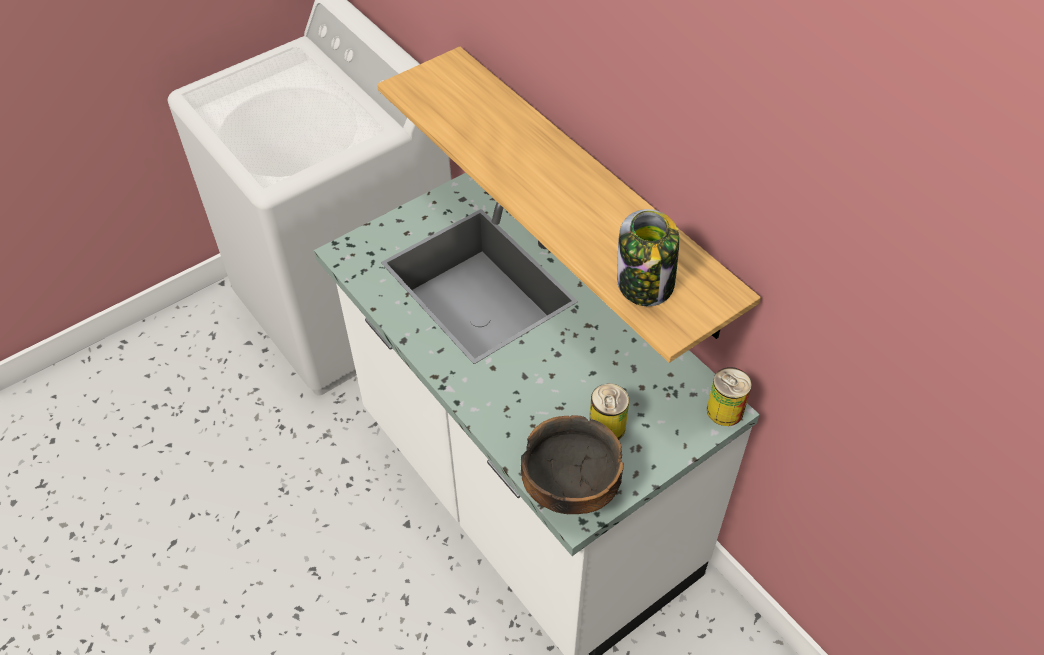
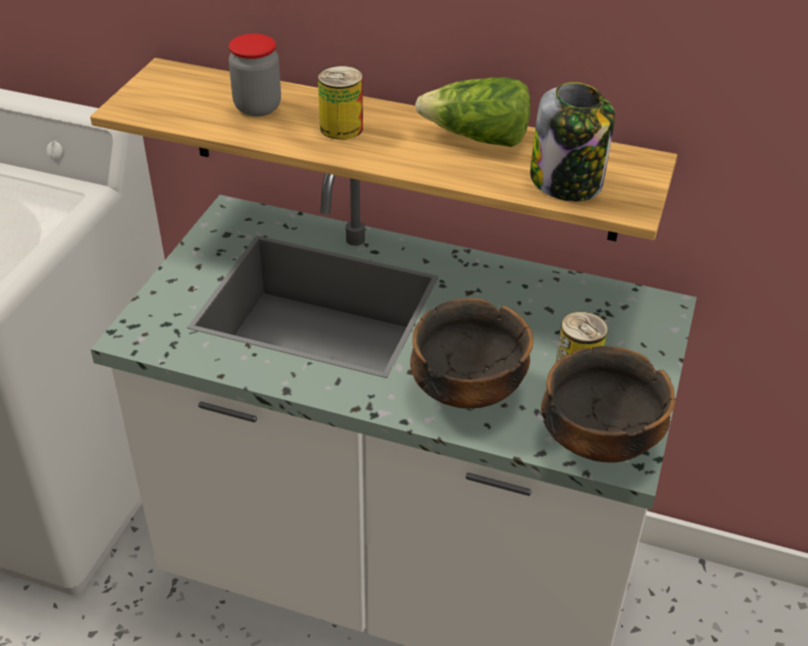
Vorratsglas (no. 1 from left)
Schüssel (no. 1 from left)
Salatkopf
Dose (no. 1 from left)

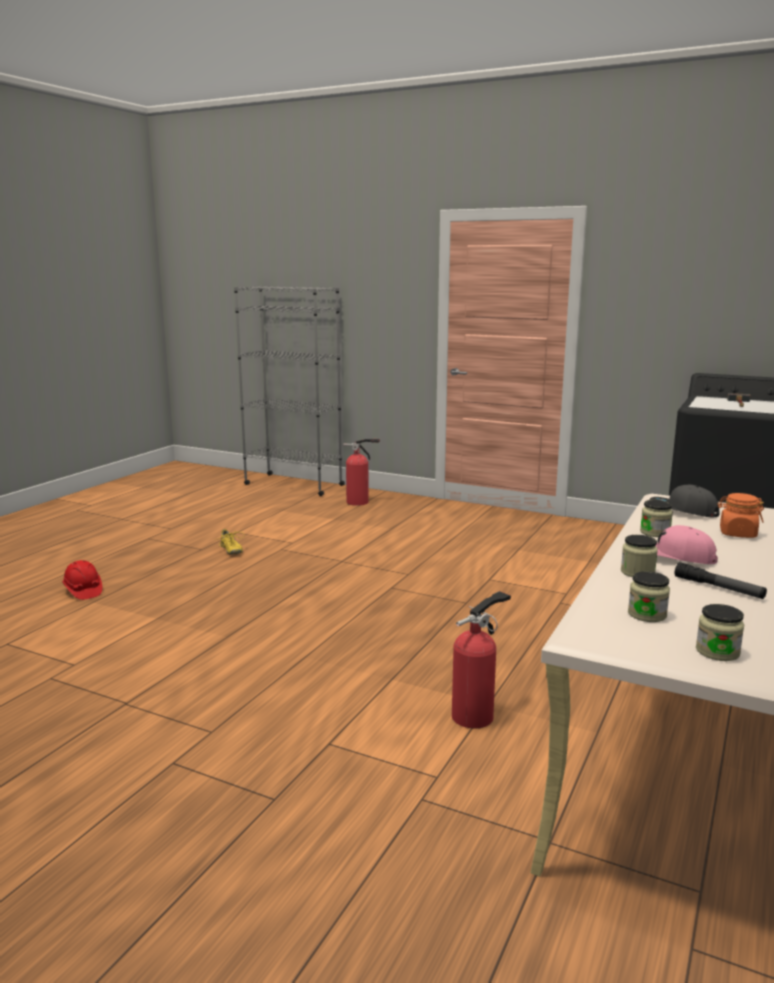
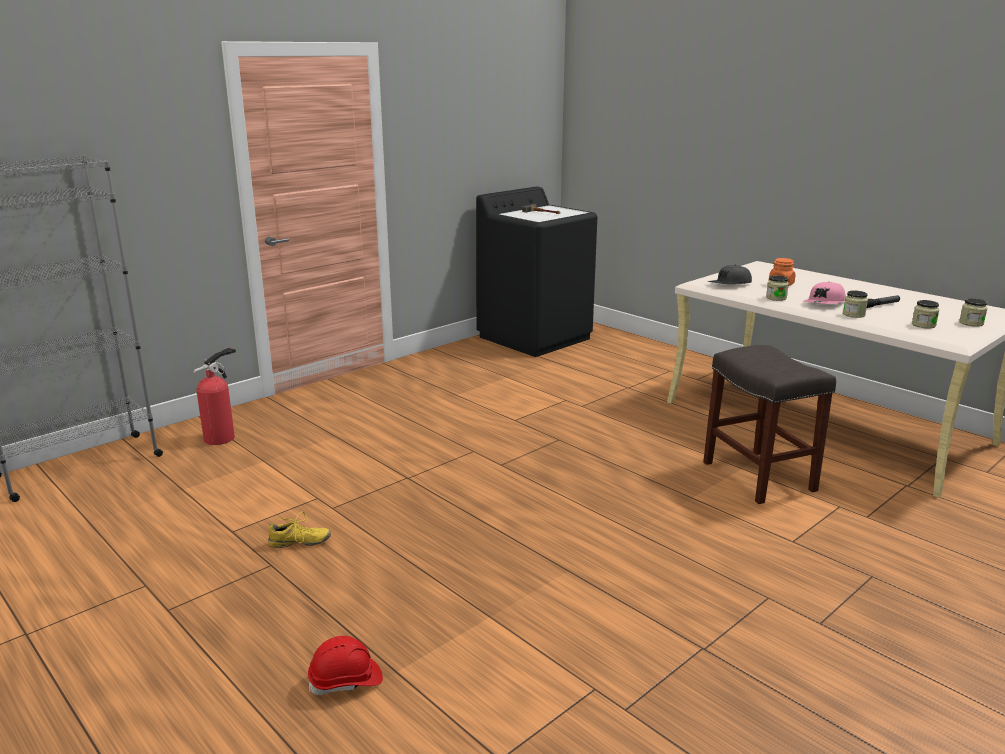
Hocker (grau)

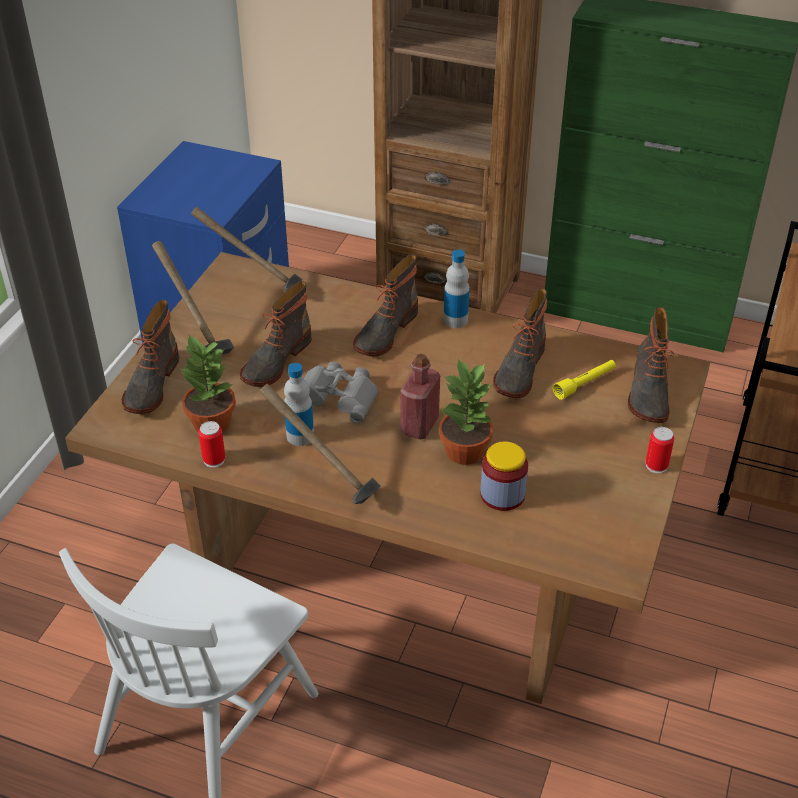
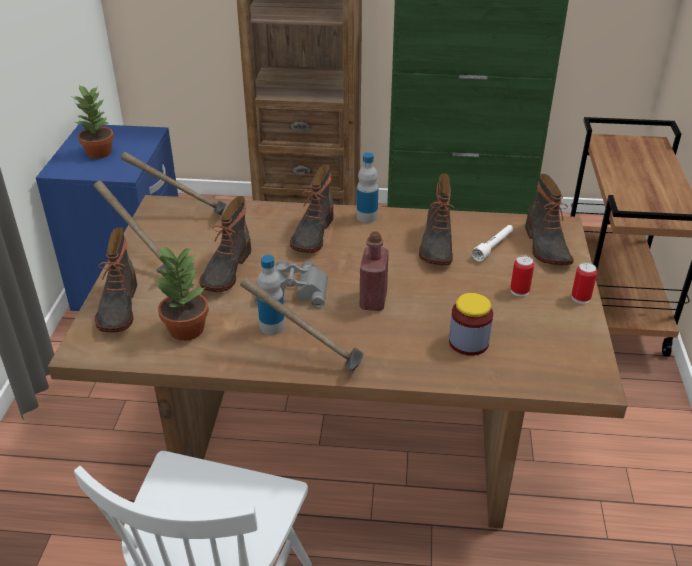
Dose (no. 1 from left)
Topfpflanze (no. 1 from left)
Taschenlampe (weiß)

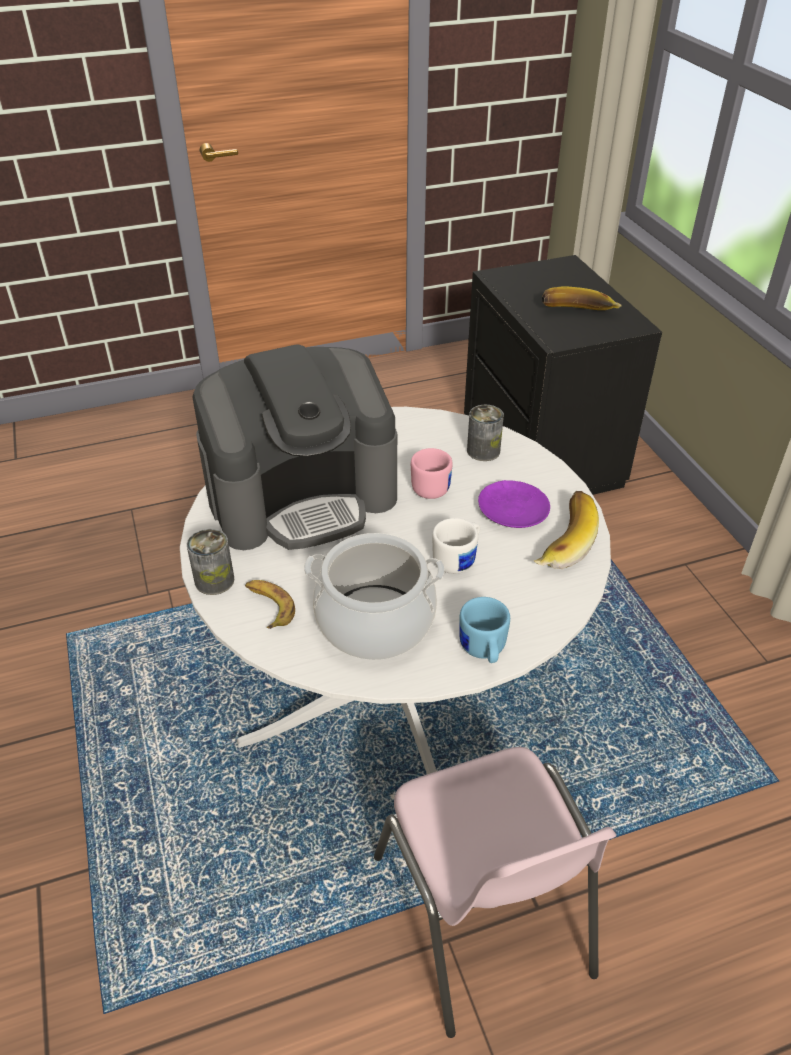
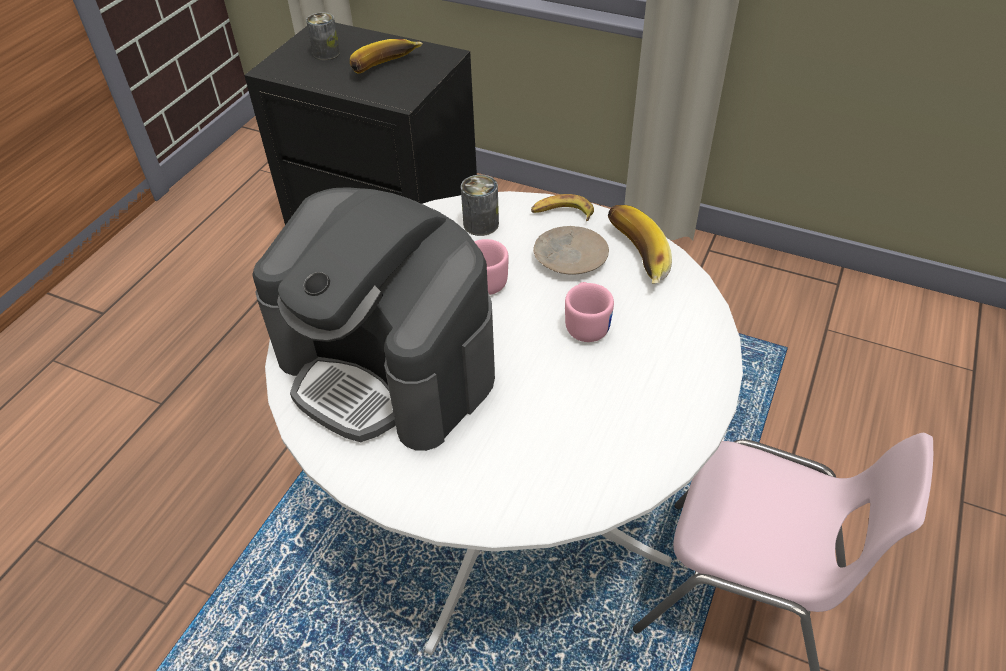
Kochtopf
Henkelbecher (blau)
Dose (no. 1 from left)
Banane (no. 2 from left)
Henkelbecher (rosa) (no. 2 from left)
Teller (beige)
Kaffeemaschine

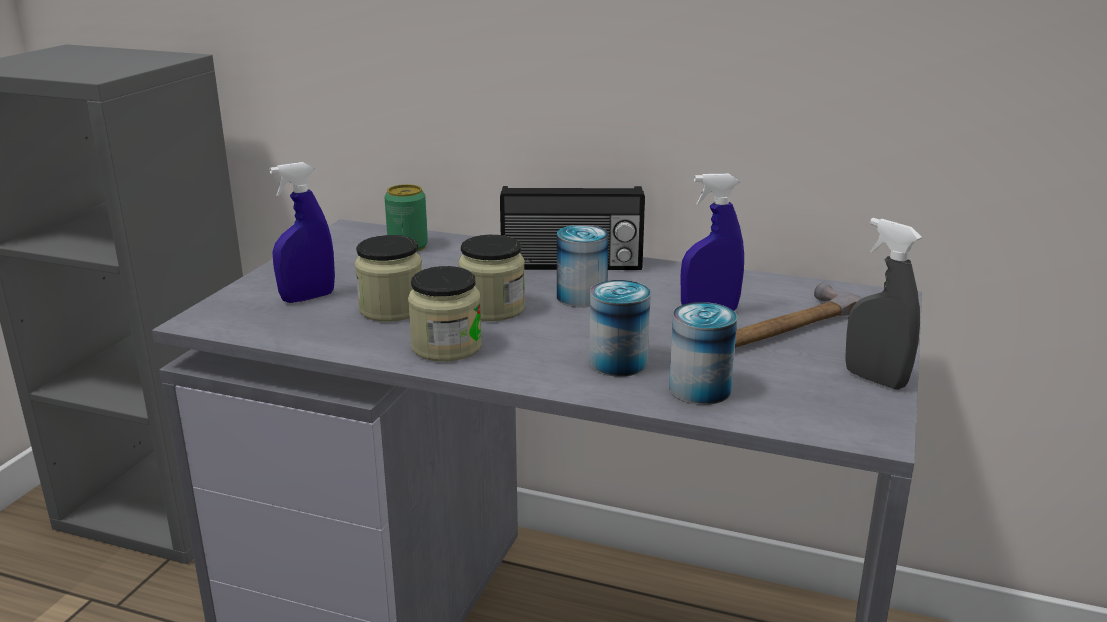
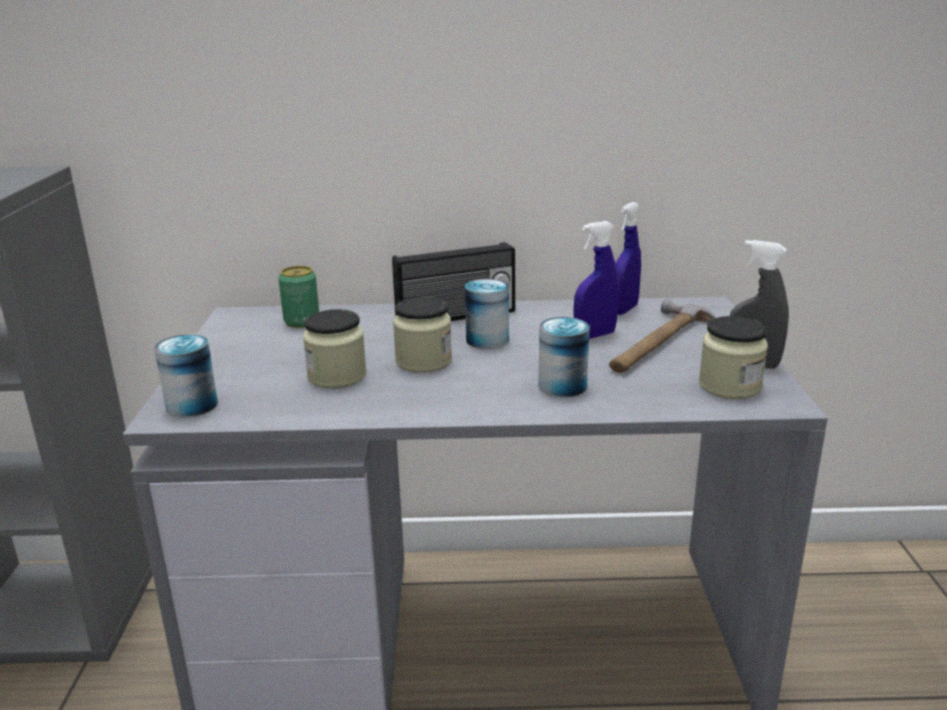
Sprühflasche (blau) (no. 2 from left)
Vorratsglas (no. 3 from left)
Dose (no. 1 from left)

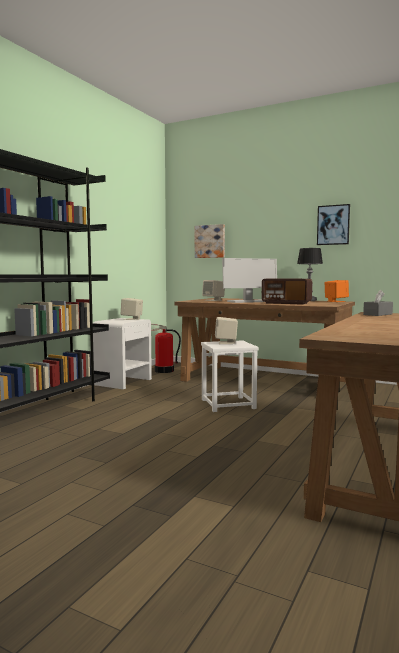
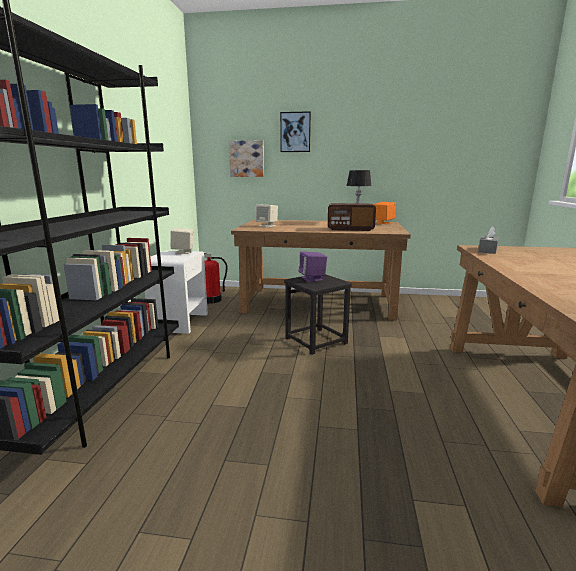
Monitor
Bild (no. 2 from left)
Hocker (schwarz)
Lautsprecher (lila)

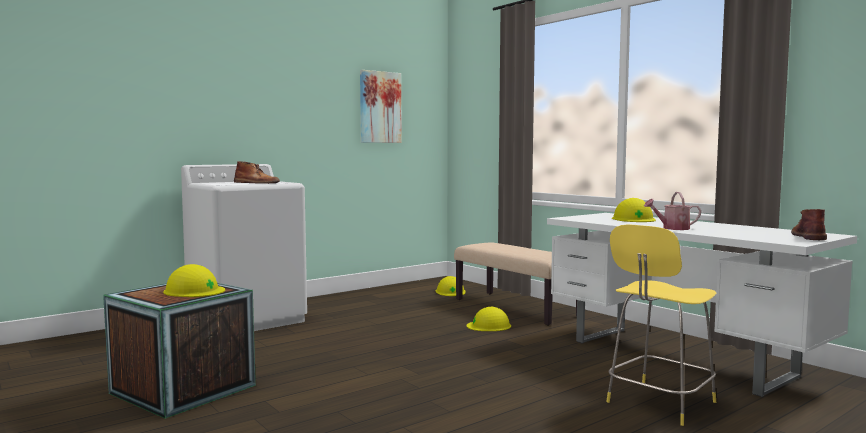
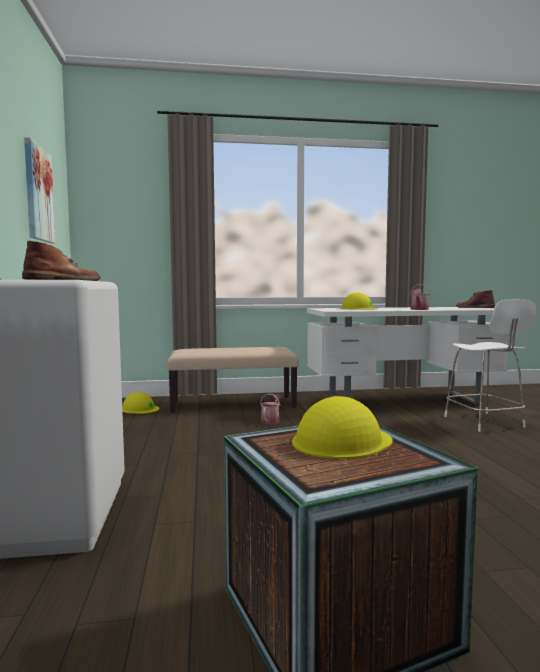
Gießkanne (no. 1 from left)
Hocker (weiß)

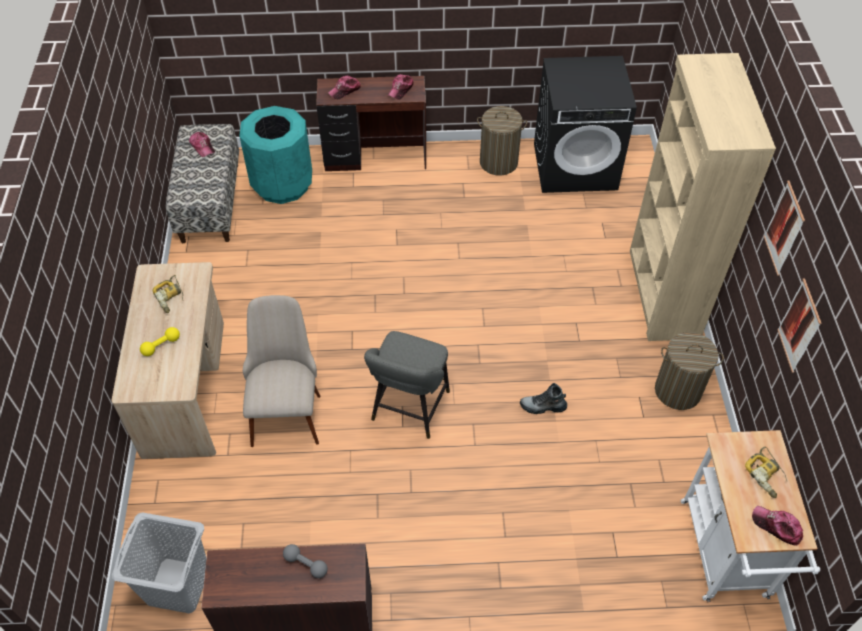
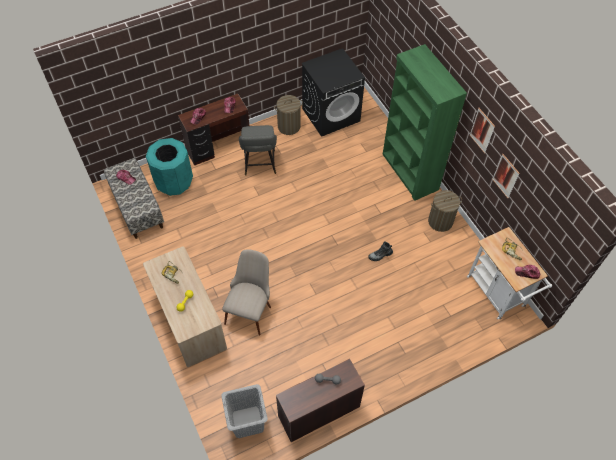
Hocker (grau)
Bücherregal (grün)
Stuhl (beige)

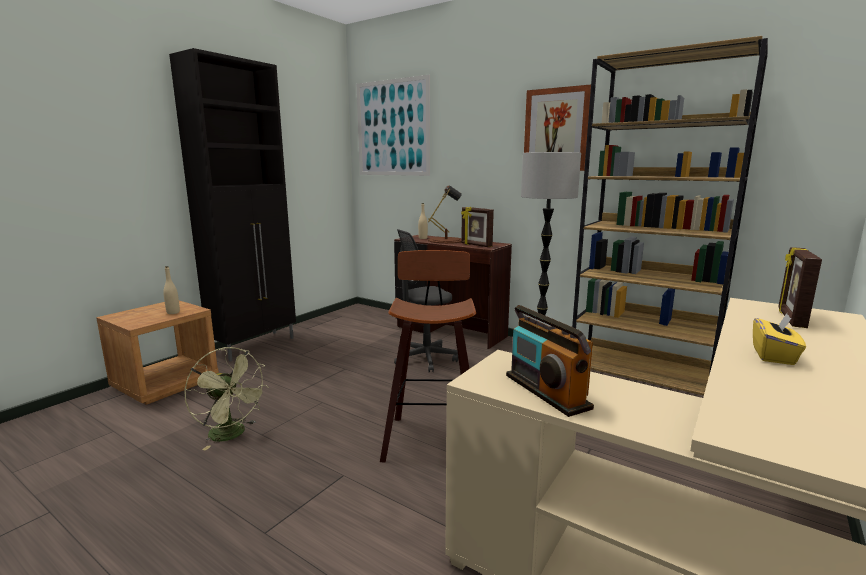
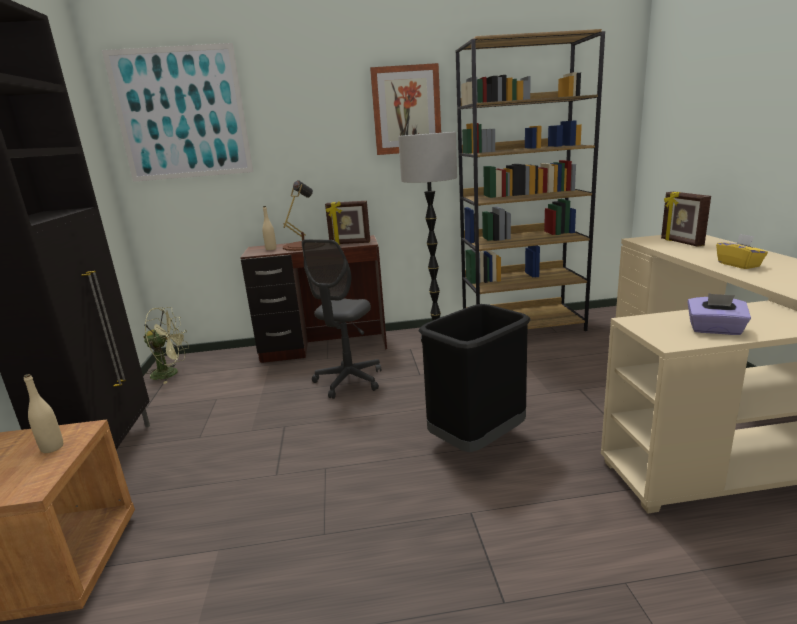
Ventilator (grün)
Mülleimer (schwarz)
Taschentuchbox (lila)

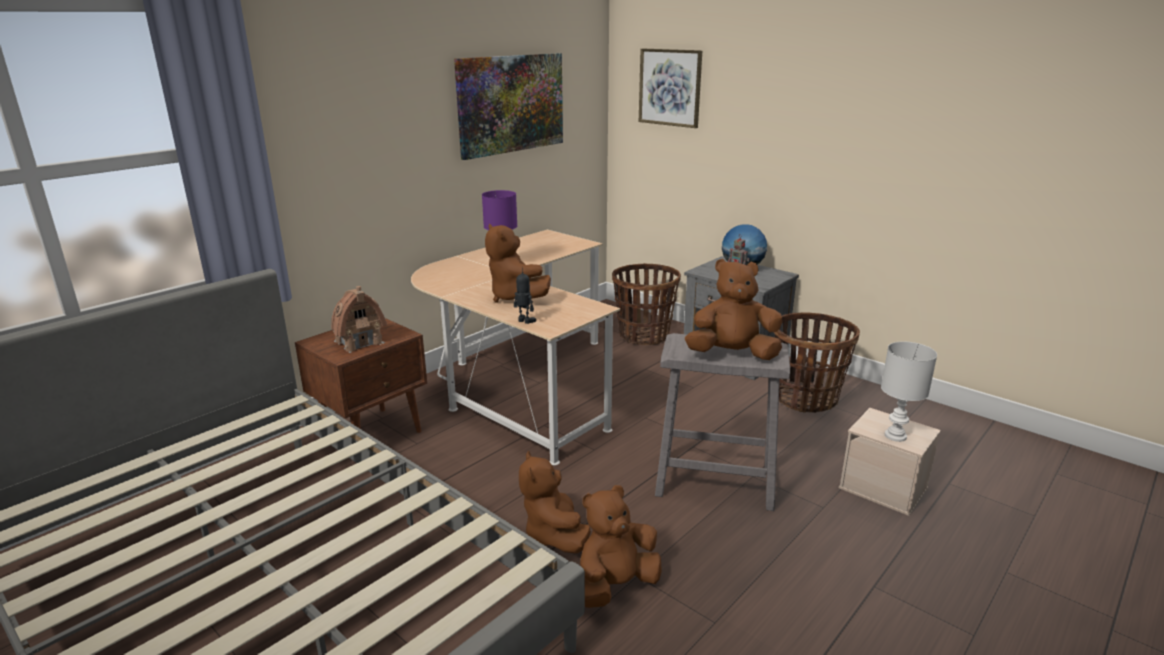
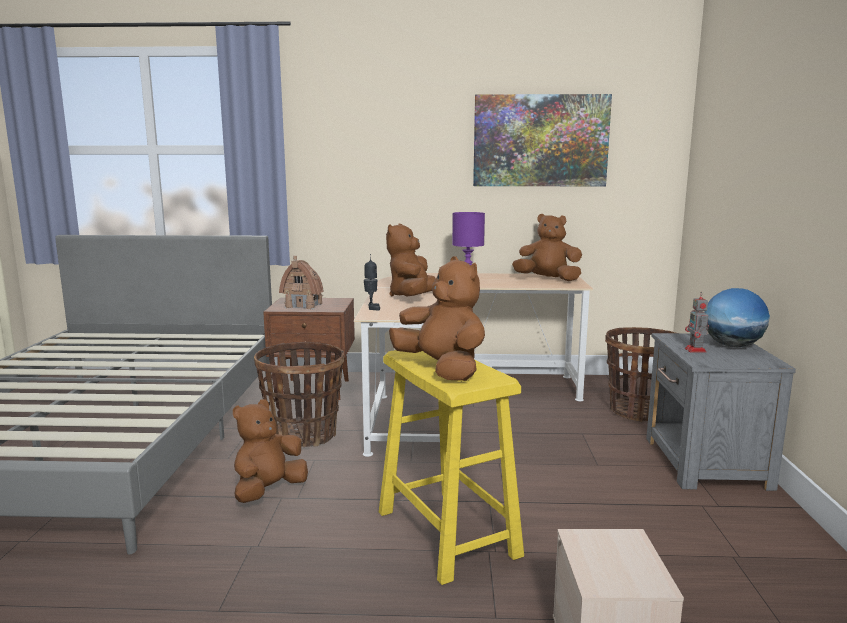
Bild (no. 2 from left in the first image)
Tischlampe (weiß)
Plüschtier (braun) (no. 4 from left)
Korb (no. 1 from left)
Hocker (gelb)

